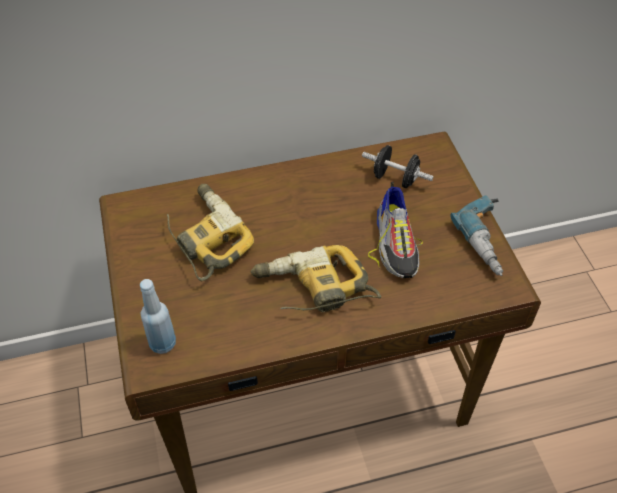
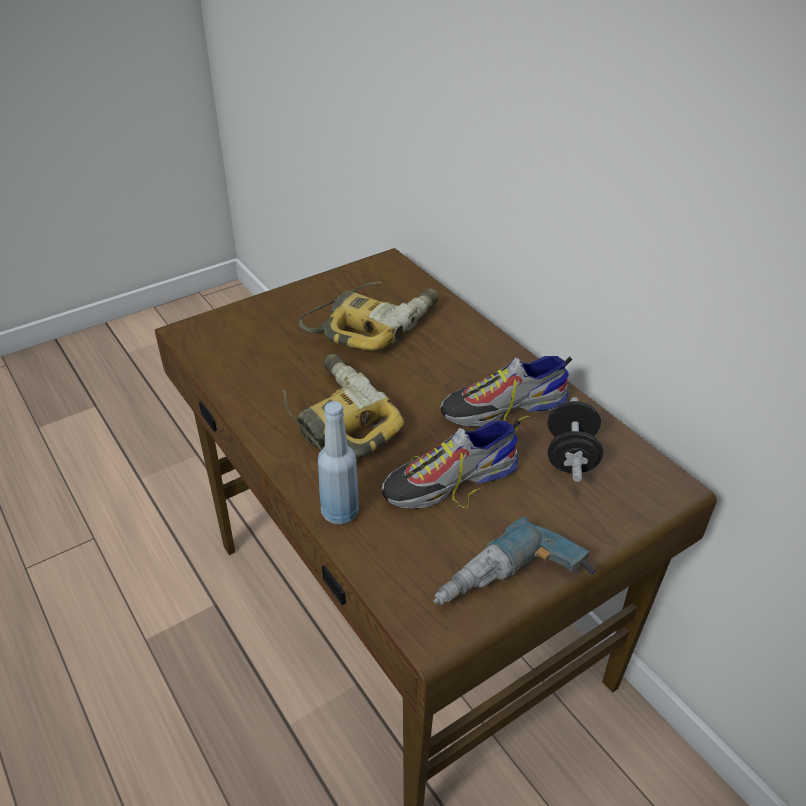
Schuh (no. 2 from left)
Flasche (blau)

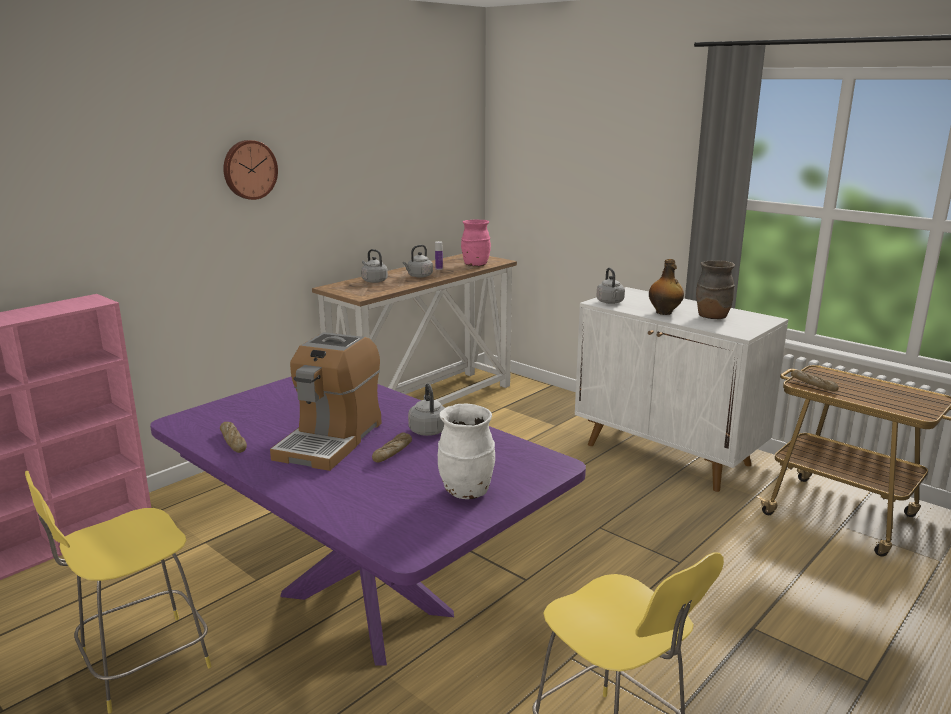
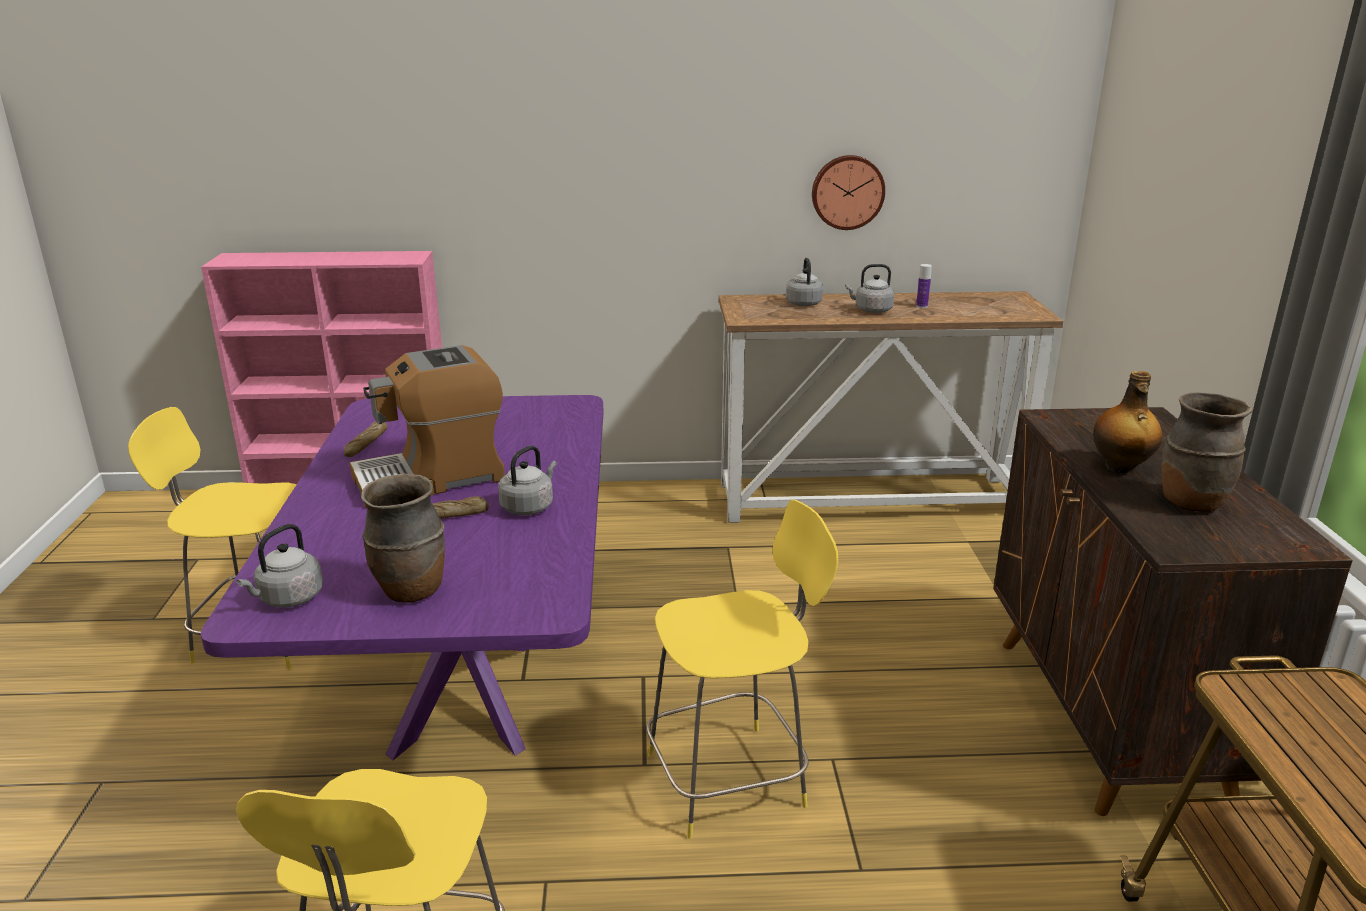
Vase (rosa)
Brot (no. 3 from left in the first image)
Hocker (gelb) (no. 3 from left)
Wanduhr
Wasserkessel (grau) (no. 1 from left)
Vase (braun) (no. 1 from left)
Schrank (braun)

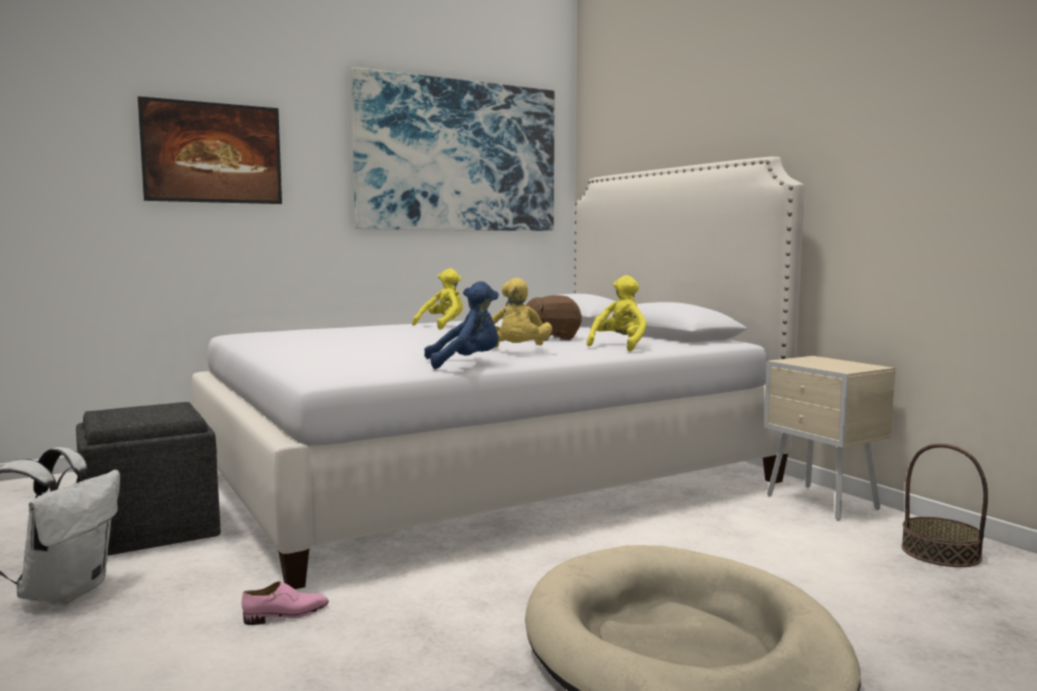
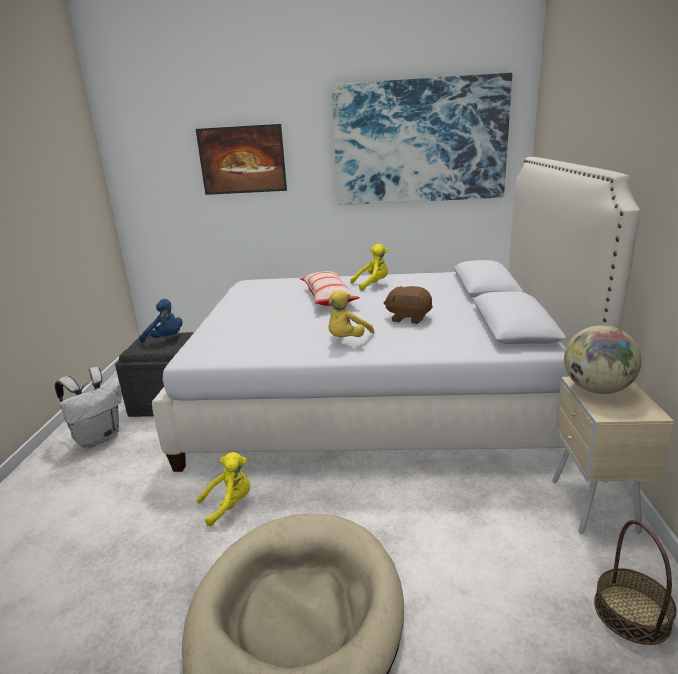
Schuh (rosa)
Kissen
Globus
Plüschtier (blau)
Plüschtier (gelb) (no. 1 from left)

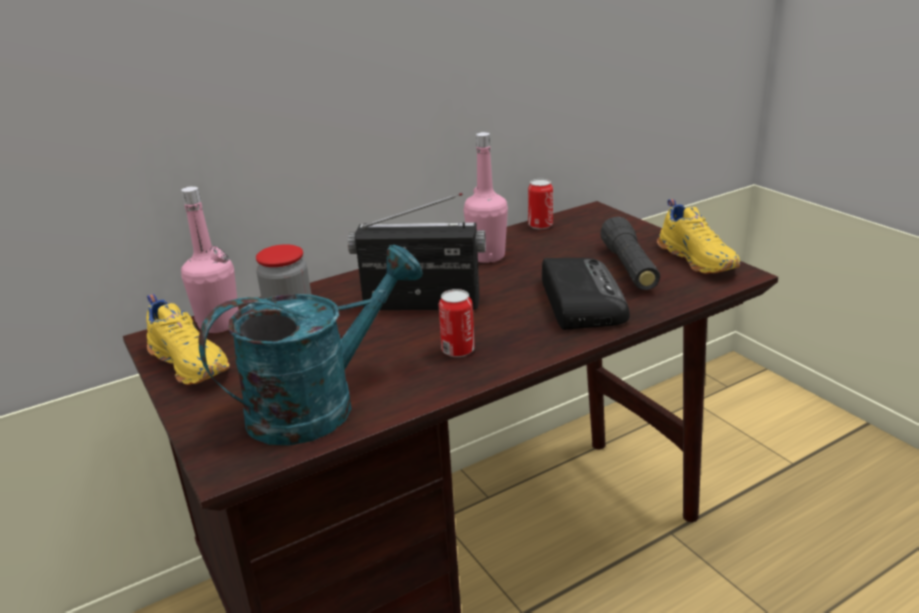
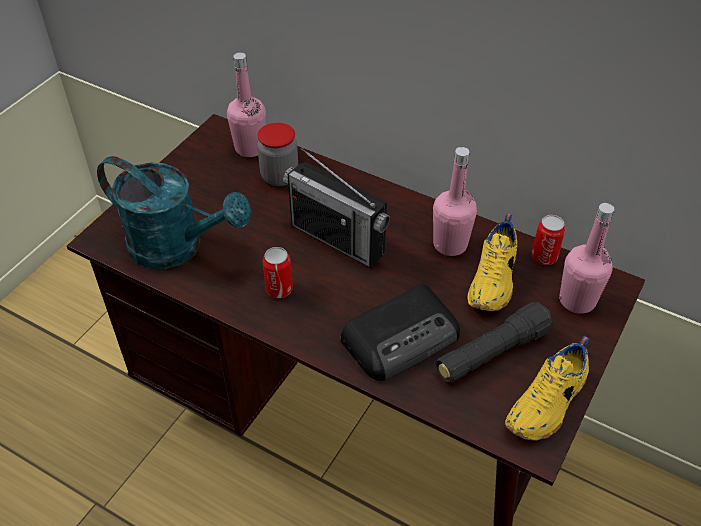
Flasche (rosa) (no. 3 from left)
Schuh (gelb) (no. 1 from left)
Radio (no. 1 from left)

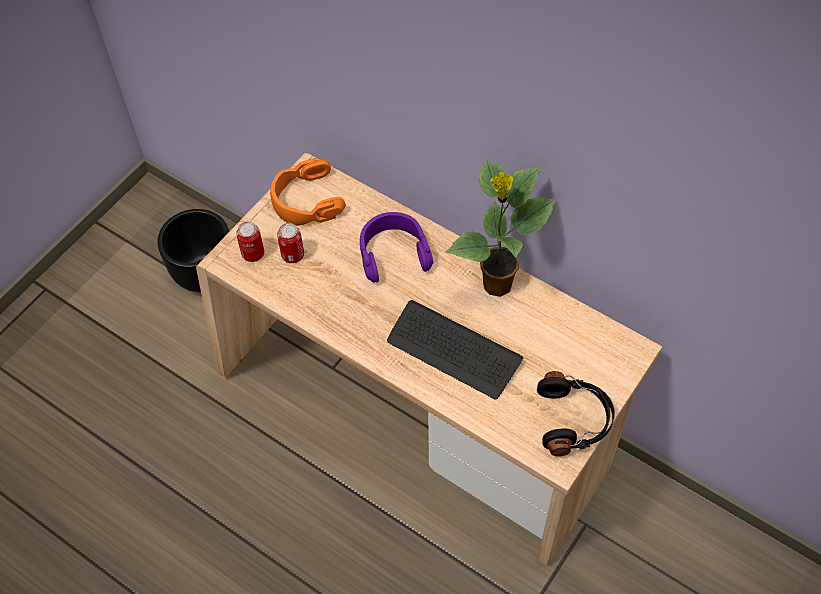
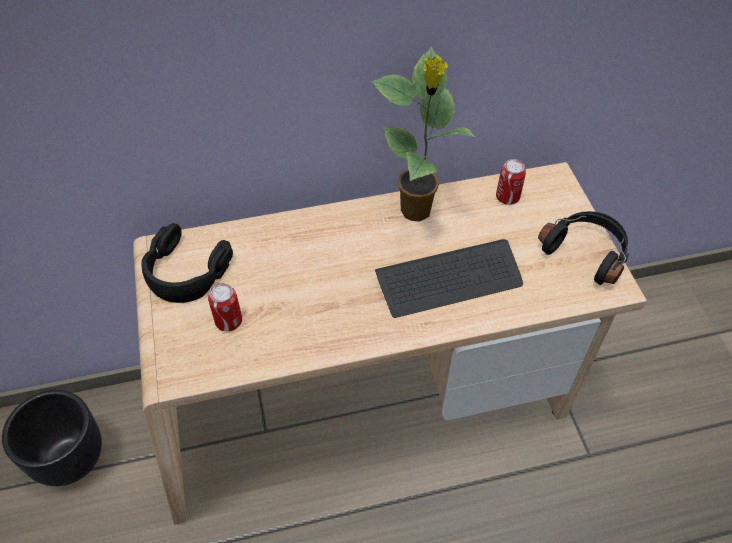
Kopfhörer (lila)
Dose (no. 2 from left)
Kopfhörer (schwarz) (no. 1 from left)

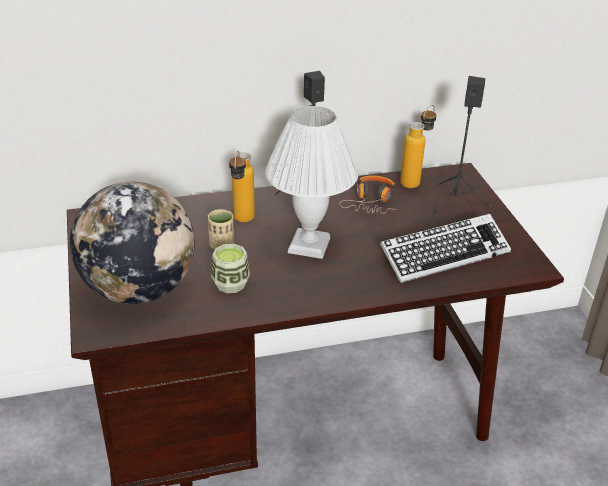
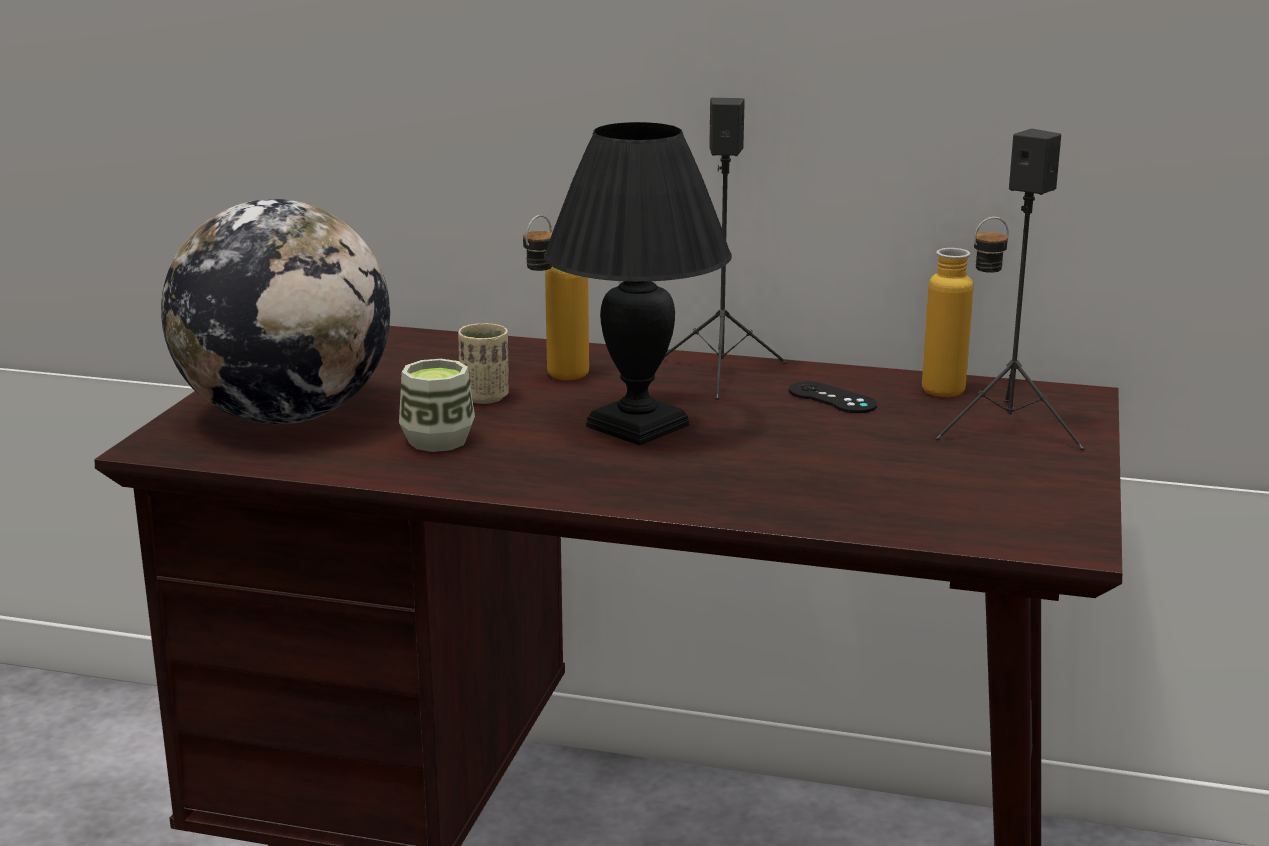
Tastatur
Gamepad (schwarz)
Tischlampe (schwarz)

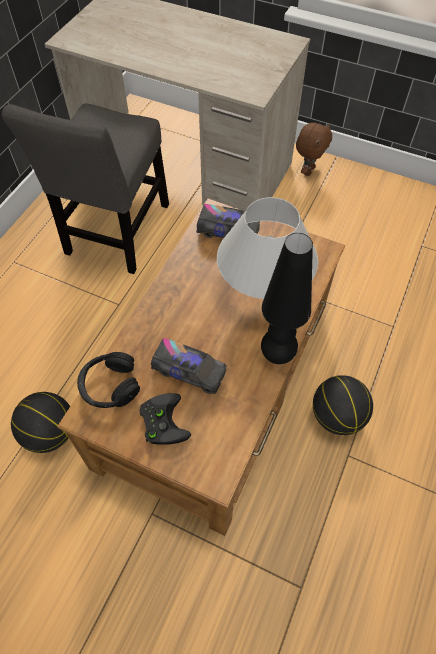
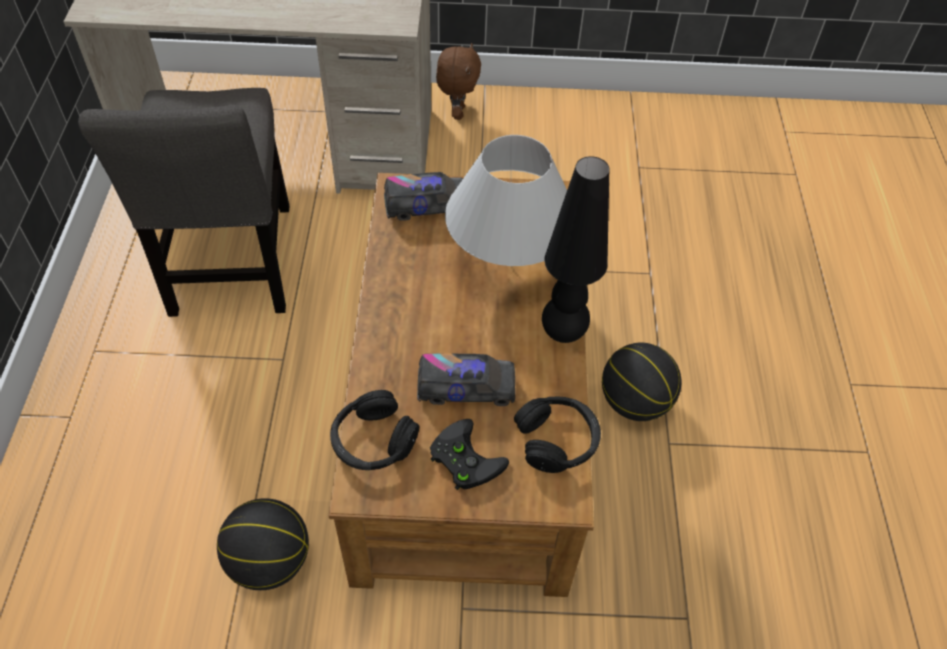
Kopfhörer (schwarz) (no. 2 from left)

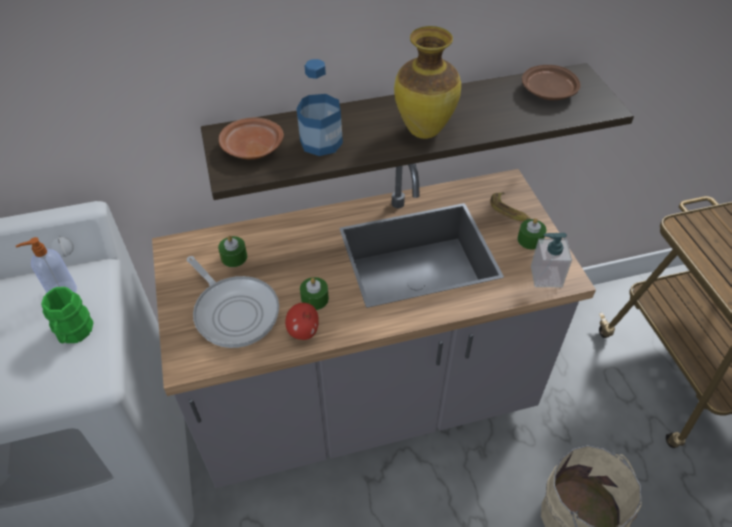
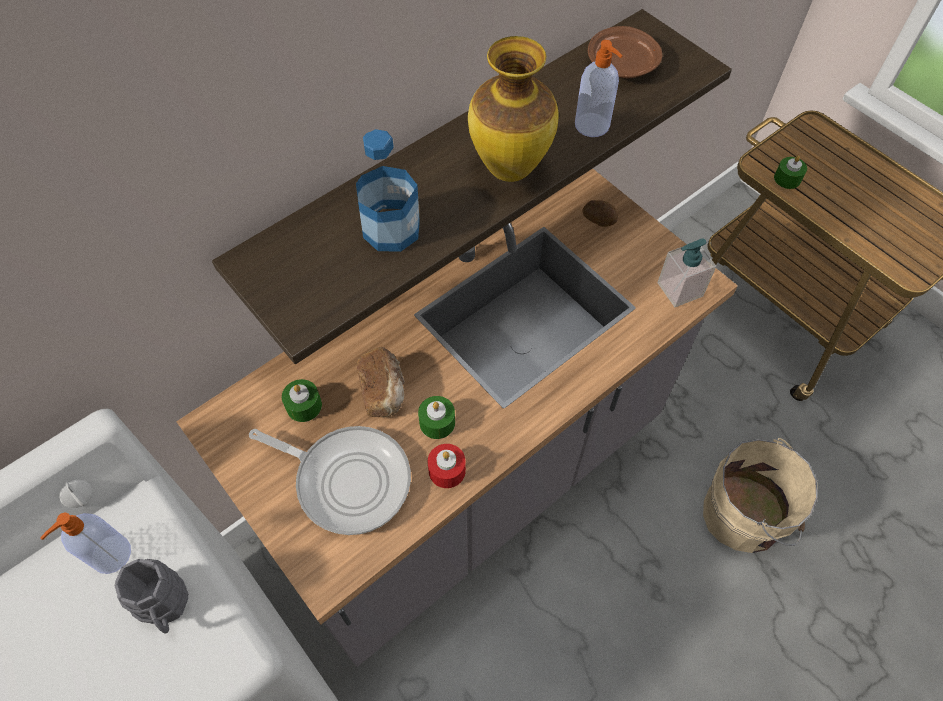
Teller (braun) (no. 1 from left in the first image)
Brot
Seifenspender (no. 2 from left)
Kerze (grün) (no. 3 from left)
Kerze (rot)
Kartoffel
Henkelbecher (grau)

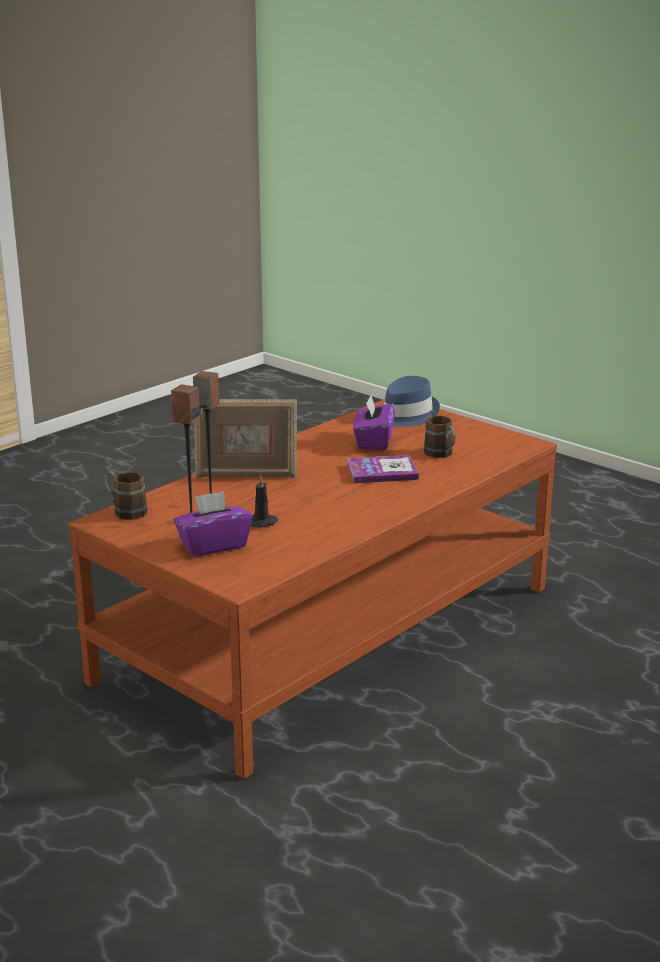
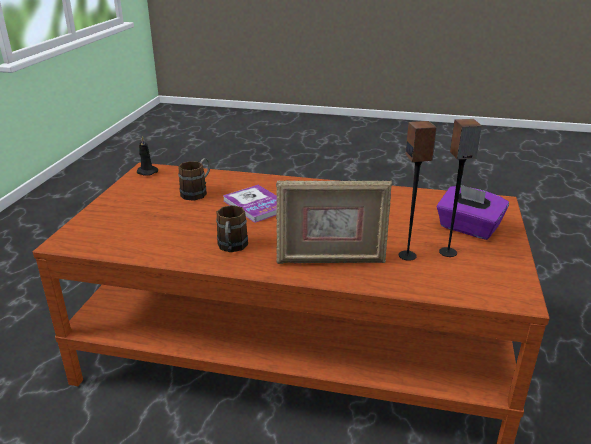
Taschentuchbox (lila) (no. 2 from left in the first image)
Hut (blau)
Henkelbecher (braun) (no. 2 from left)
Kerze (schwarz)
Bilderrahmen

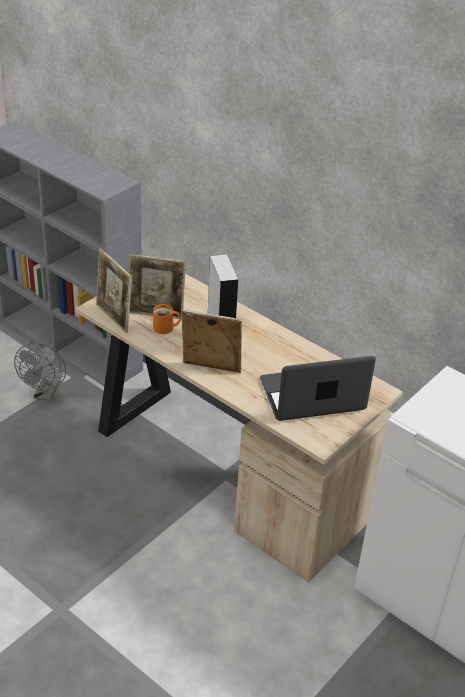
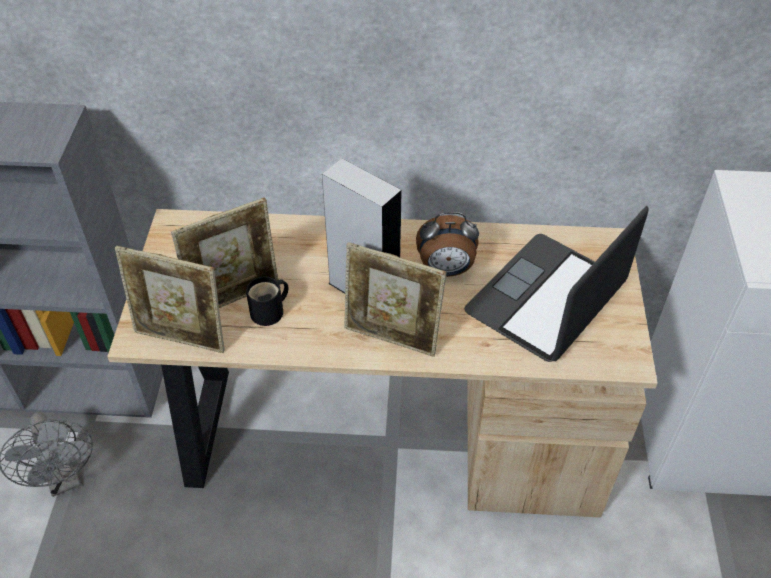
Wecker
Henkelbecher (schwarz)
Bilderrahmen (no. 3 from left)

